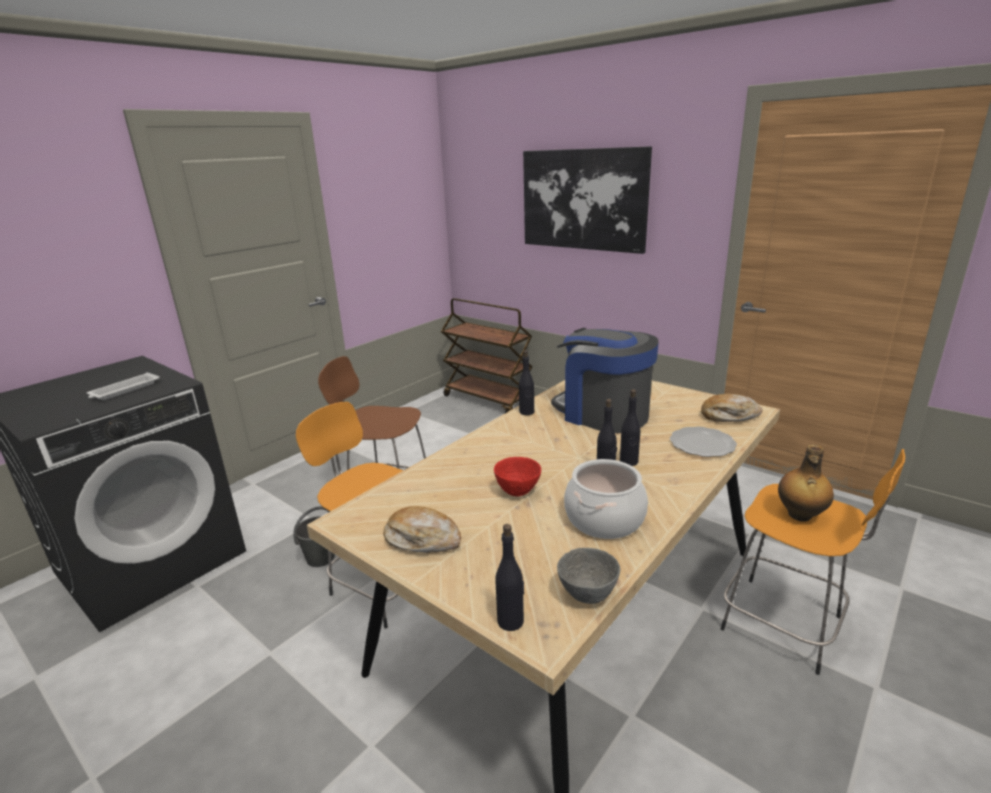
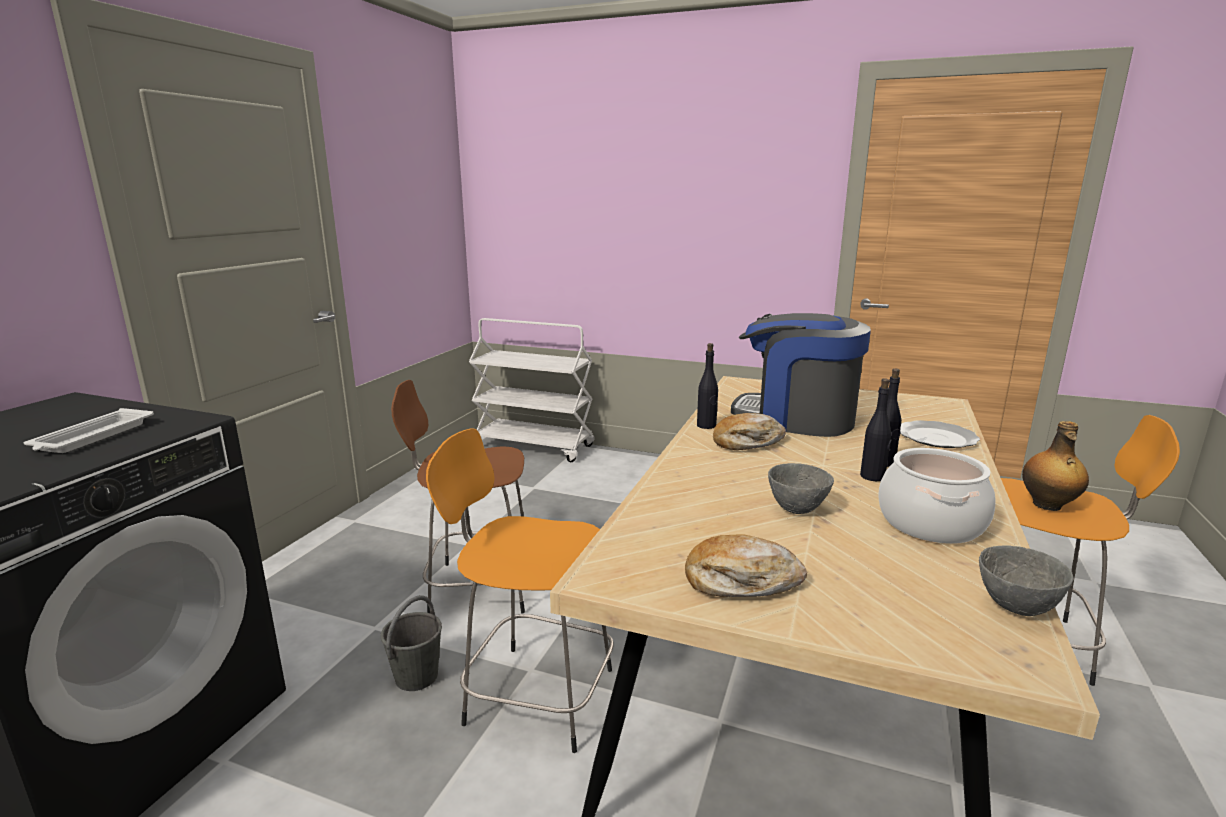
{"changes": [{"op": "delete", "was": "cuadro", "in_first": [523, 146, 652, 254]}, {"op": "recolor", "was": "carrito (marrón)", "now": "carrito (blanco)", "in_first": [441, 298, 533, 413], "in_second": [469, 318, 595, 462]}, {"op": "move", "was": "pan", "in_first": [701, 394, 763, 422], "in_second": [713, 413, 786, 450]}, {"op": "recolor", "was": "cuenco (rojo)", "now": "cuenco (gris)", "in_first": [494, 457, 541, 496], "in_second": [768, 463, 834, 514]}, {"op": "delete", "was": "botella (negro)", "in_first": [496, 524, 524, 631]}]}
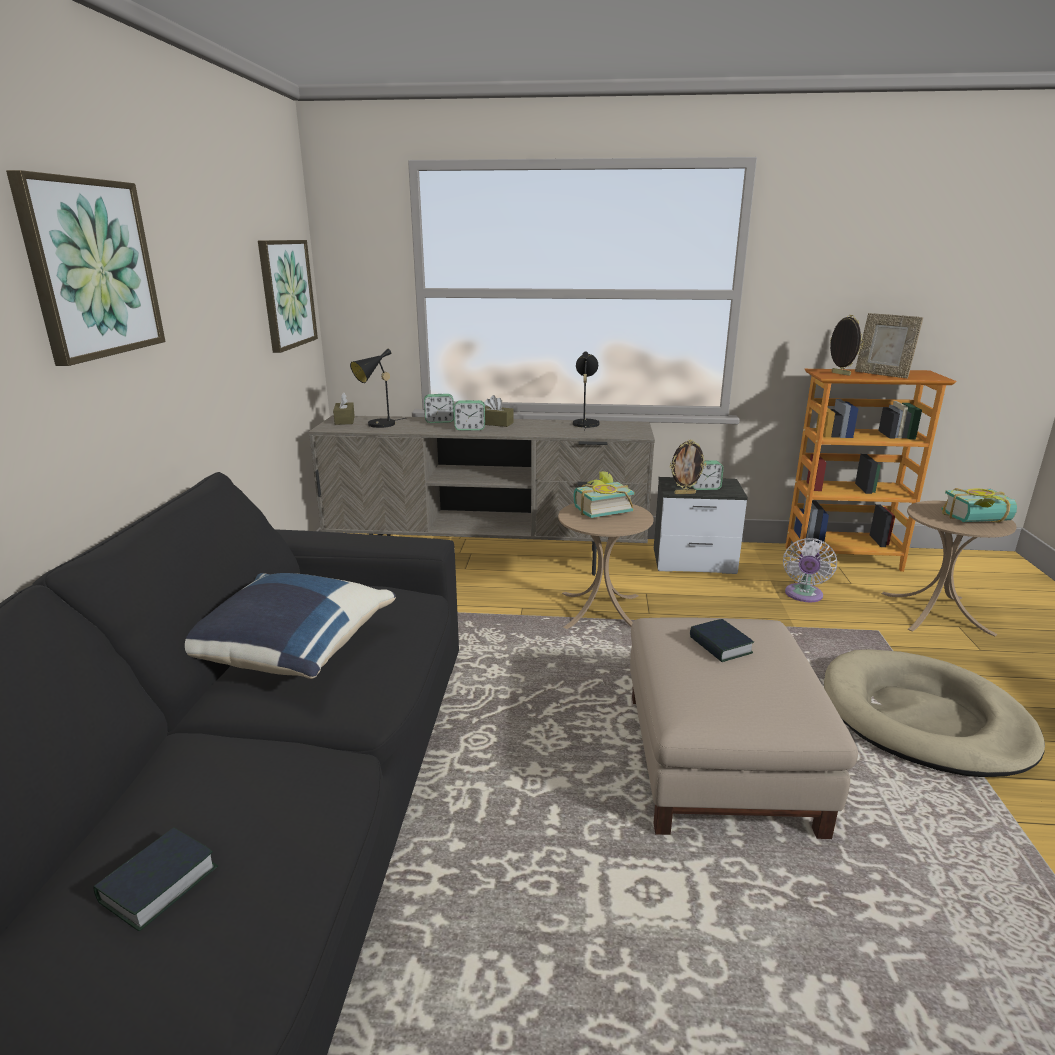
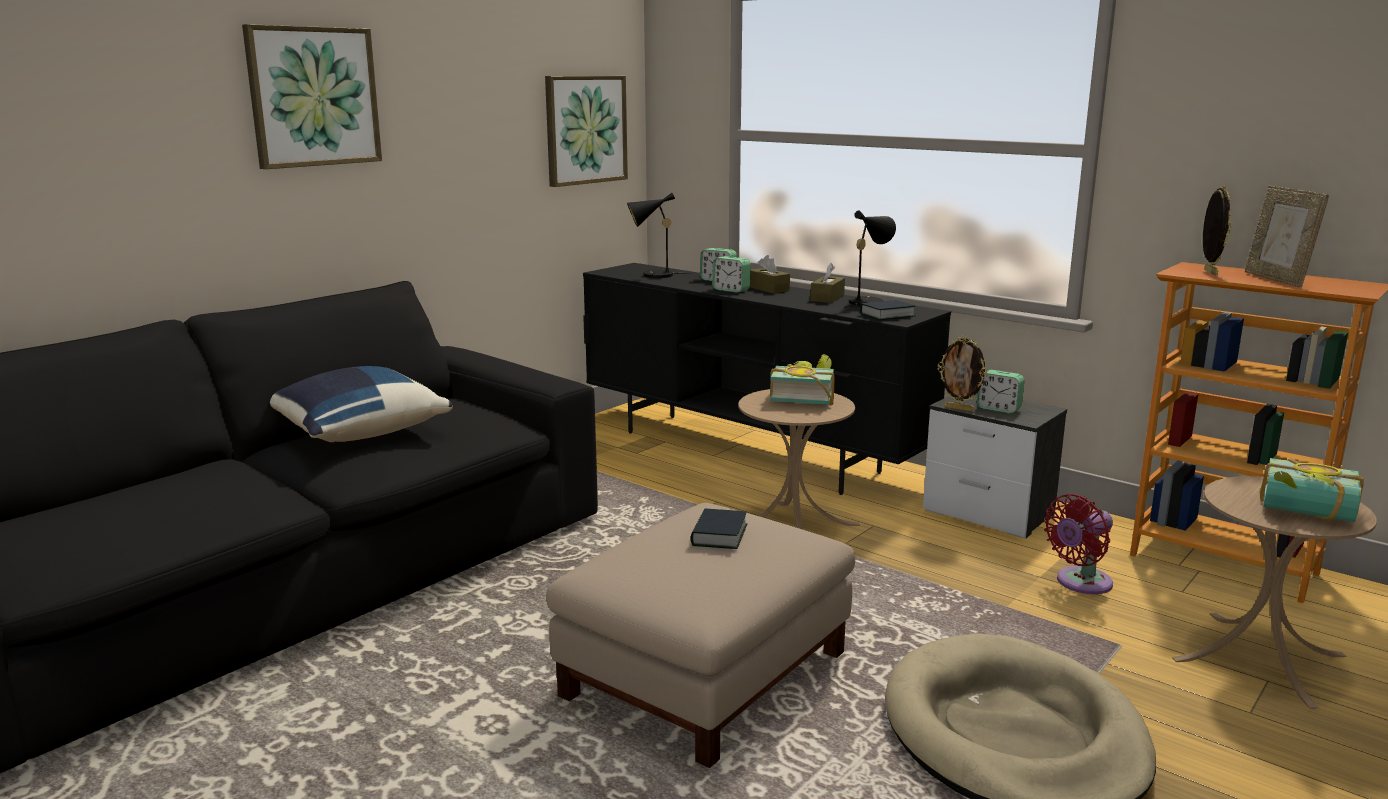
{"changes": [{"op": "move", "was": "caja de pañuelos (marrón)", "in_first": [333, 392, 355, 425], "in_second": [810, 263, 845, 303]}, {"op": "recolor", "was": "mueble de televisión (beis)", "now": "mueble de televisión (negro)", "in_first": [308, 415, 655, 576], "in_second": [583, 263, 951, 495]}, {"op": "recolor", "was": "ventilador (blanco)", "now": "ventilador (rojo)", "in_first": [783, 538, 837, 602], "in_second": [1044, 494, 1113, 594]}, {"op": "move", "was": "libro", "in_first": [93, 827, 218, 931], "in_second": [860, 300, 915, 320]}]}
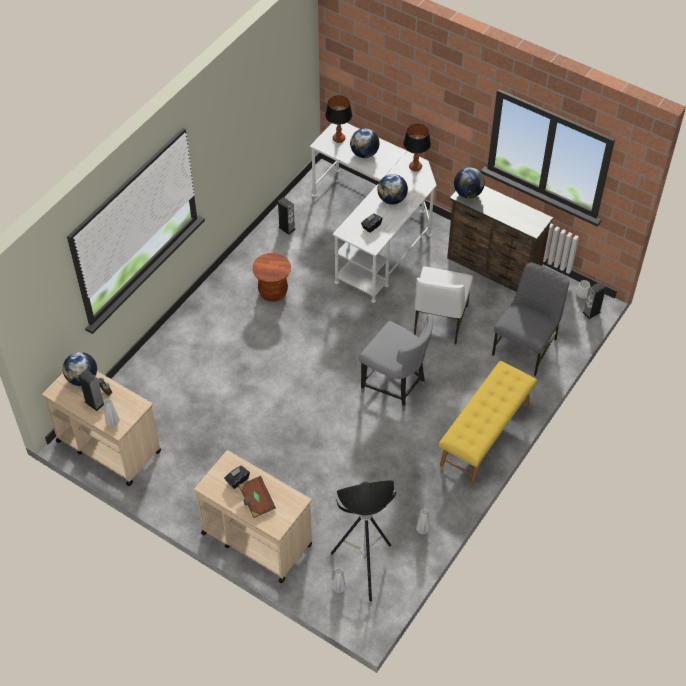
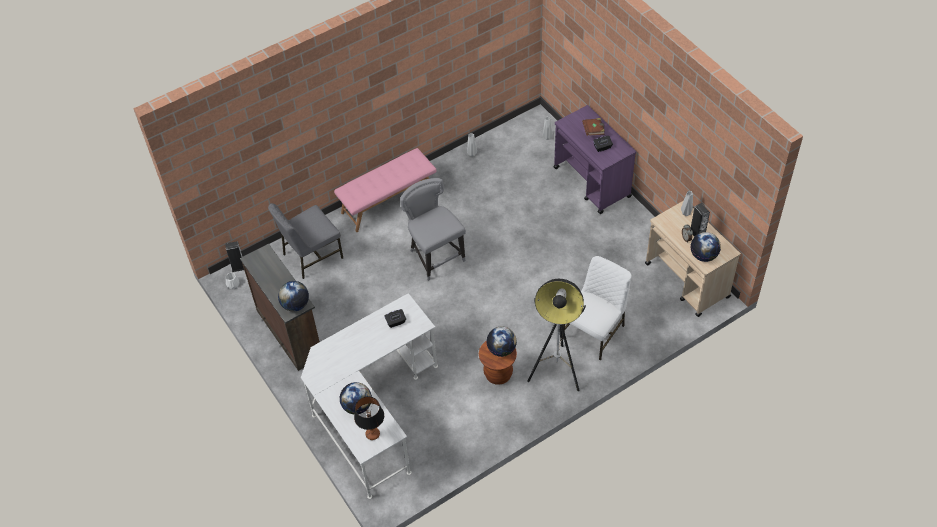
{"changes": [{"op": "delete", "was": "lámpara de mesa", "in_first": [403, 124, 431, 171]}, {"op": "move", "was": "globo terráqueo", "in_first": [377, 174, 408, 205], "in_second": [486, 326, 517, 357]}, {"op": "delete", "was": "altavoz", "in_first": [278, 197, 296, 235]}, {"op": "move", "was": "silla (blanco)", "in_first": [414, 267, 473, 344], "in_second": [562, 256, 632, 361]}, {"op": "recolor", "was": "banco (amarillo)", "now": "banco (rosa)", "in_first": [439, 361, 537, 484], "in_second": [334, 148, 436, 232]}, {"op": "recolor", "was": "carrito (beis)", "now": "carrito (morado)", "in_first": [194, 450, 313, 583], "in_second": [554, 105, 636, 214]}, {"op": "move", "was": "lámpara de pie", "in_first": [331, 480, 397, 602], "in_second": [527, 279, 586, 391]}]}
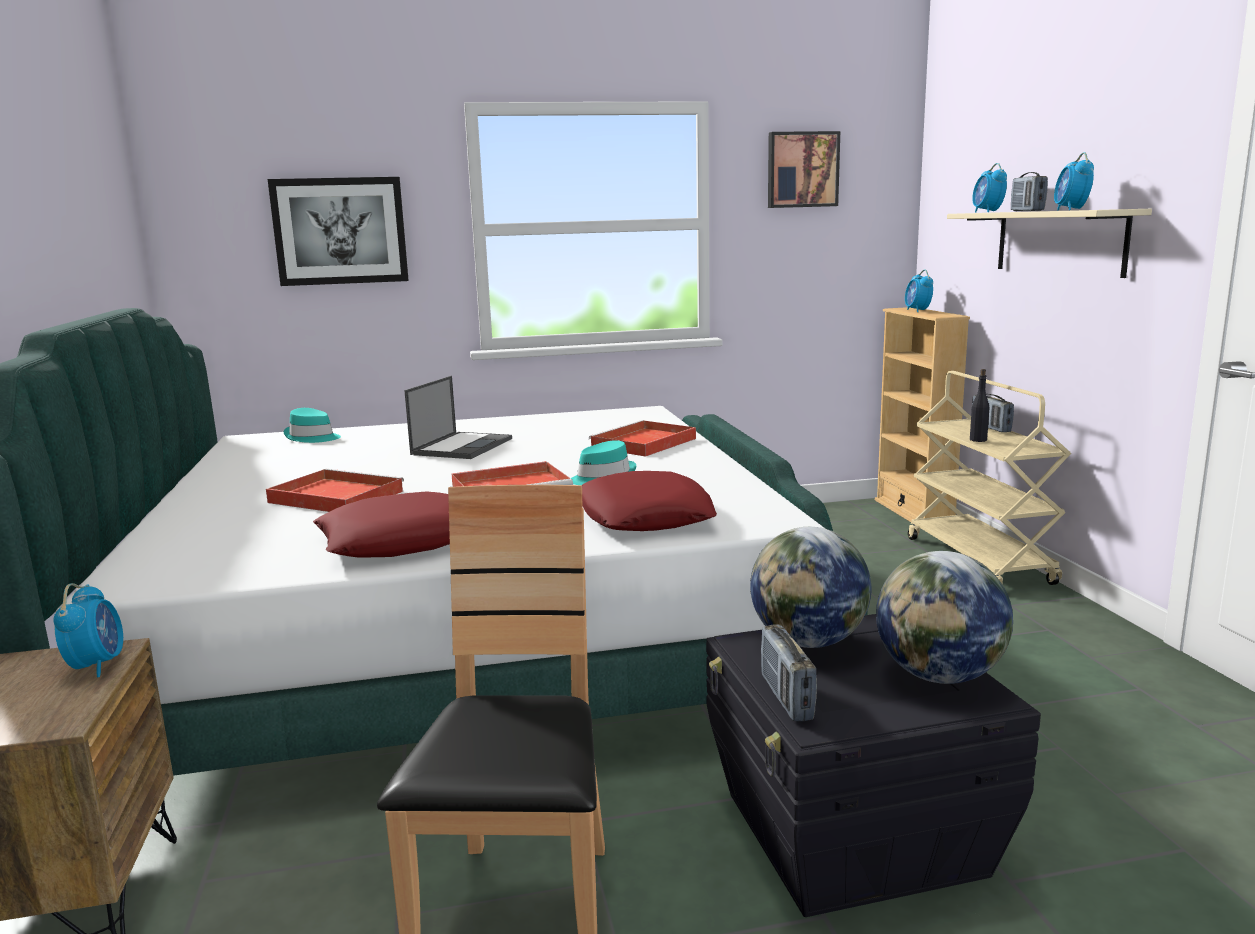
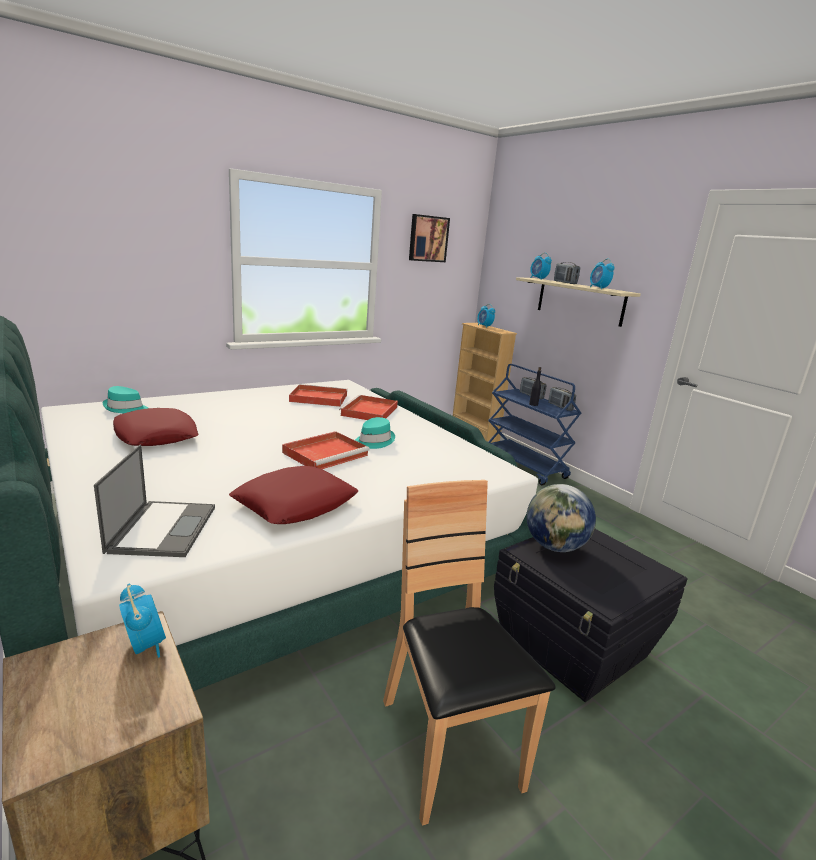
{"changes": [{"op": "delete", "was": "cuadro", "in_first": [268, 177, 409, 286]}, {"op": "recolor", "was": "carrito (beis)", "now": "carrito (azul)", "in_first": [908, 371, 1071, 585], "in_second": [488, 364, 581, 485]}, {"op": "move", "was": "portátil", "in_first": [404, 376, 512, 459], "in_second": [94, 445, 215, 557]}, {"op": "move", "was": "bandeja (rojo)", "in_first": [266, 469, 404, 512], "in_second": [289, 384, 347, 407]}, {"op": "move", "was": "cojín (rojo)", "in_first": [582, 471, 717, 531], "in_second": [113, 408, 199, 446]}, {"op": "delete", "was": "globo terráqueo", "in_first": [876, 551, 1013, 684]}, {"op": "move", "was": "radio", "in_first": [761, 624, 817, 721], "in_second": [548, 387, 576, 411]}]}
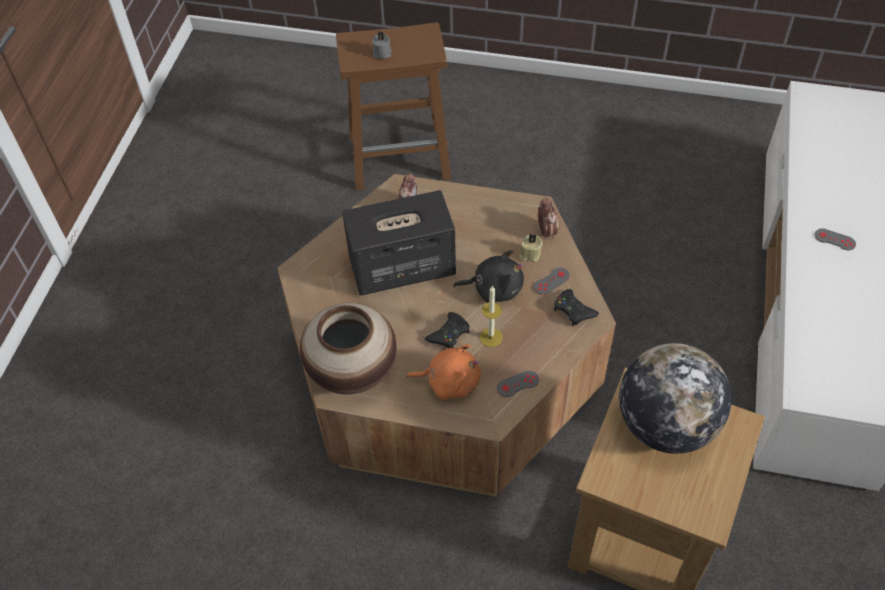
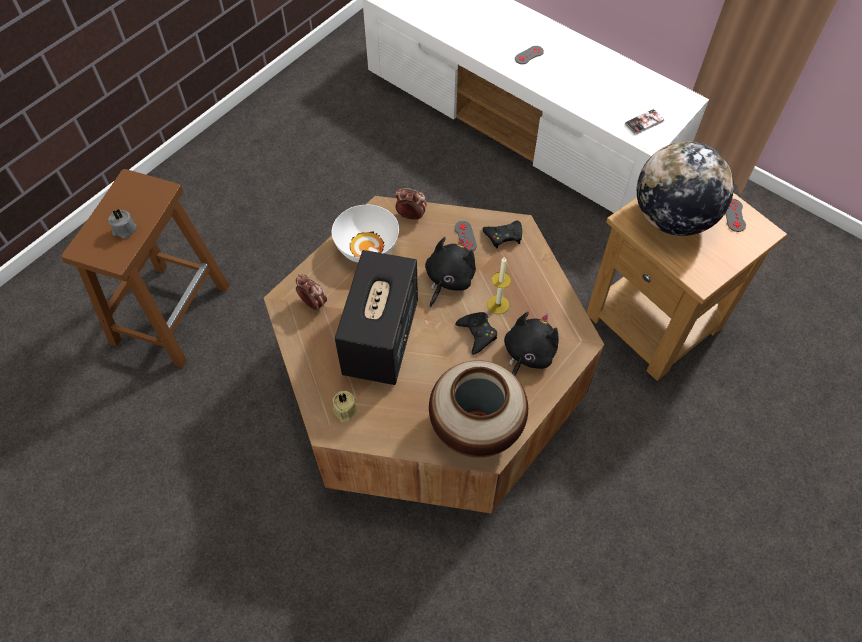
{"changes": [{"op": "move", "was": "vela (beis)", "in_first": [519, 234, 543, 262], "in_second": [333, 391, 357, 423]}, {"op": "recolor", "was": "peluche (naranja)", "now": "peluche (negro)", "in_first": [406, 344, 481, 400], "in_second": [504, 312, 559, 376]}, {"op": "move", "was": "mando de consola (gris)", "in_first": [497, 371, 539, 397], "in_second": [726, 199, 746, 232]}, {"op": "insert", "now": "móvil", "in_second": [625, 109, 664, 135]}, {"op": "insert", "now": "cuenco (blanco)", "in_second": [332, 205, 399, 262]}]}
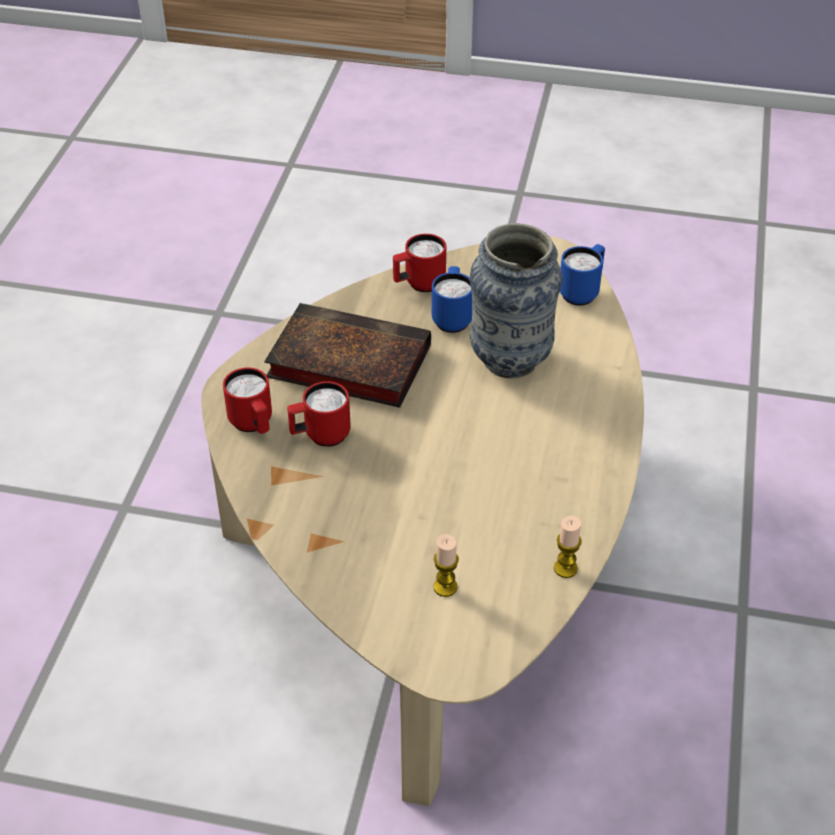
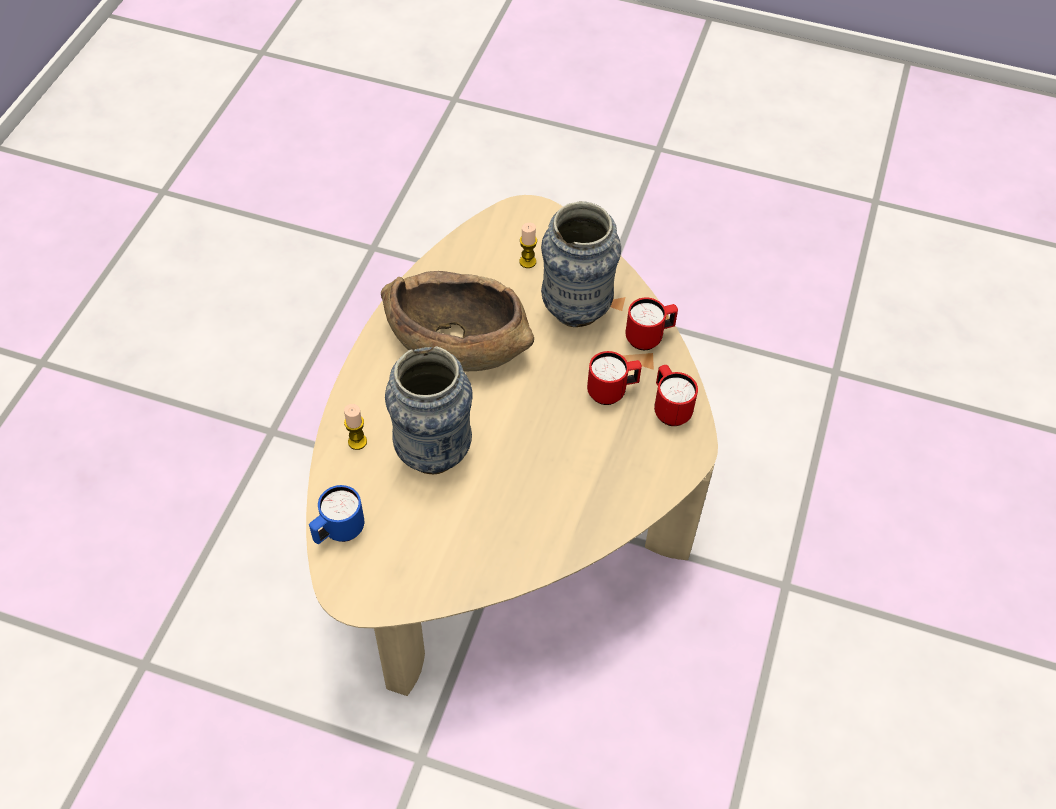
{"changes": [{"op": "move", "was": "taza grande (rojo)", "in_first": [393, 234, 446, 292], "in_second": [625, 298, 678, 350]}, {"op": "delete", "was": "taza grande (azul)", "in_first": [432, 266, 472, 333]}, {"op": "delete", "was": "libro", "in_first": [264, 303, 431, 408]}, {"op": "move", "was": "vela", "in_first": [554, 516, 582, 578], "in_second": [344, 404, 367, 450]}, {"op": "insert", "now": "florero", "in_second": [541, 201, 621, 327]}, {"op": "insert", "now": "cuenco (marrón)", "in_second": [381, 271, 534, 371]}]}
